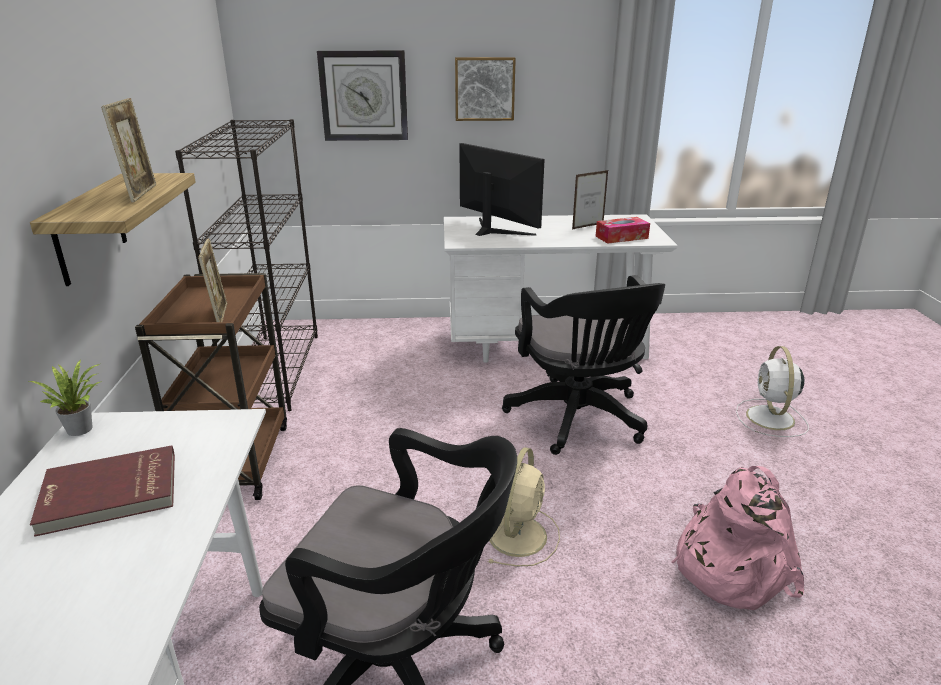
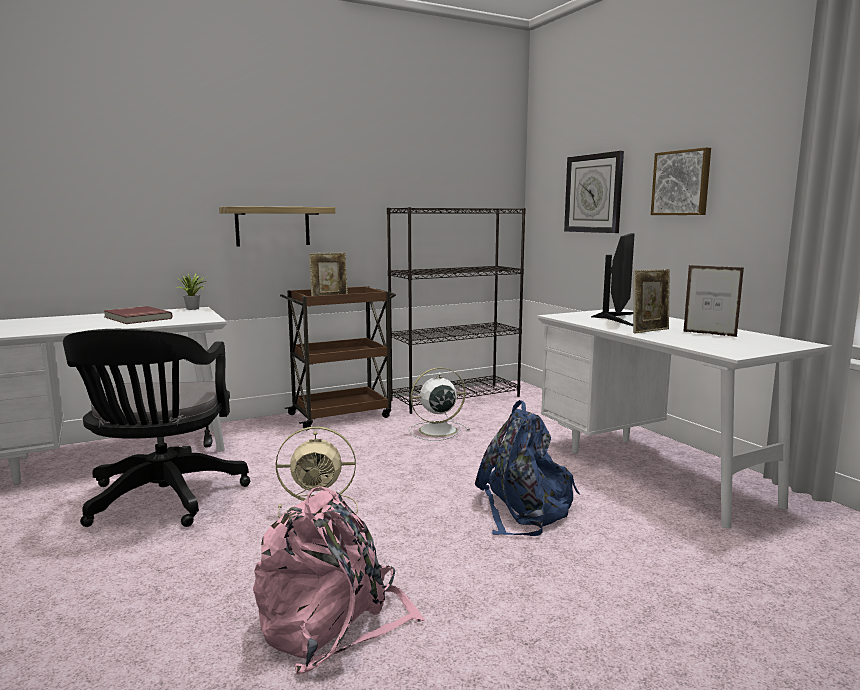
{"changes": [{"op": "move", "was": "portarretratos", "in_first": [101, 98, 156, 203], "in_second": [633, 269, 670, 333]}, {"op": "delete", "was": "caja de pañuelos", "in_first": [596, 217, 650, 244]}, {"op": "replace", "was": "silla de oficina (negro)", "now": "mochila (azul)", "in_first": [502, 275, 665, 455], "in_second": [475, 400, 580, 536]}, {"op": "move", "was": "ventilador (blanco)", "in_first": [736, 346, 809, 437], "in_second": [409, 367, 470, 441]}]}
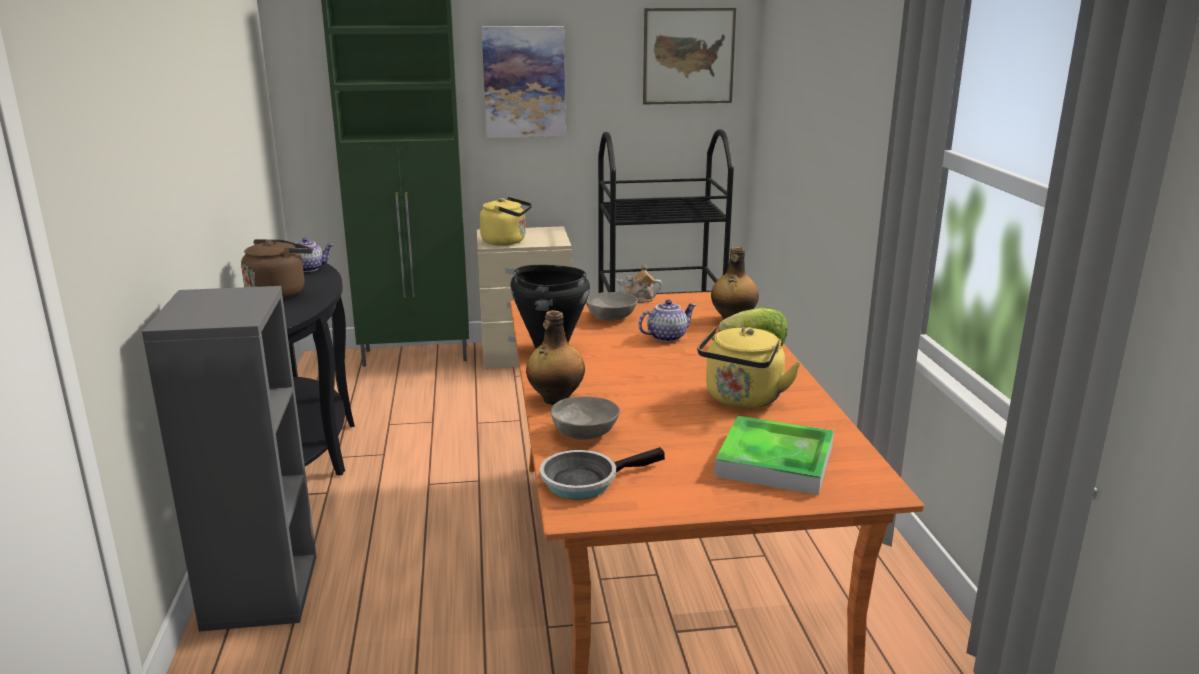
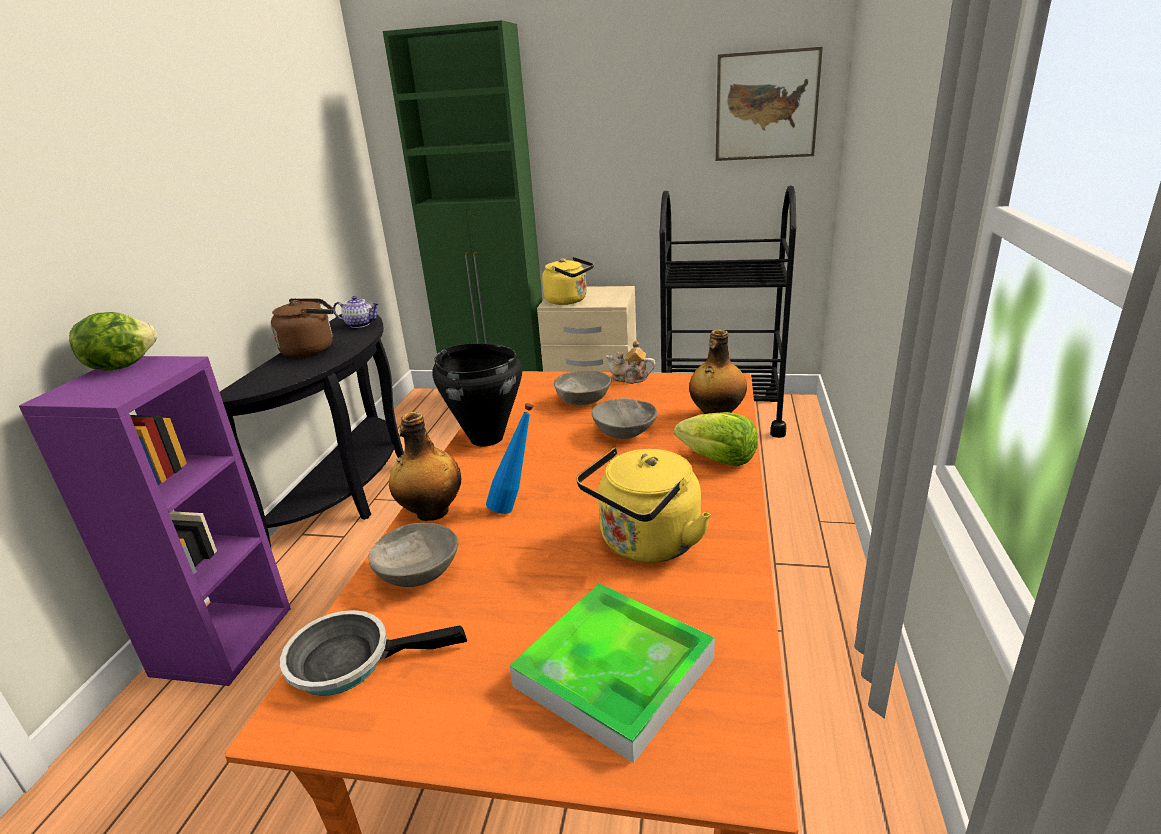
{"changes": [{"op": "delete", "was": "cuadro", "in_first": [482, 26, 566, 138]}, {"op": "recolor", "was": "estantería (gris)", "now": "estantería (morado)", "in_first": [142, 286, 316, 631], "in_second": [19, 356, 291, 686]}, {"op": "replace", "was": "tetera", "now": "cuenco (gris)", "in_first": [639, 300, 696, 342], "in_second": [592, 398, 657, 439]}, {"op": "insert", "now": "lechuga", "in_second": [69, 312, 157, 371]}, {"op": "insert", "now": "botella (azul)", "in_second": [486, 403, 533, 514]}]}
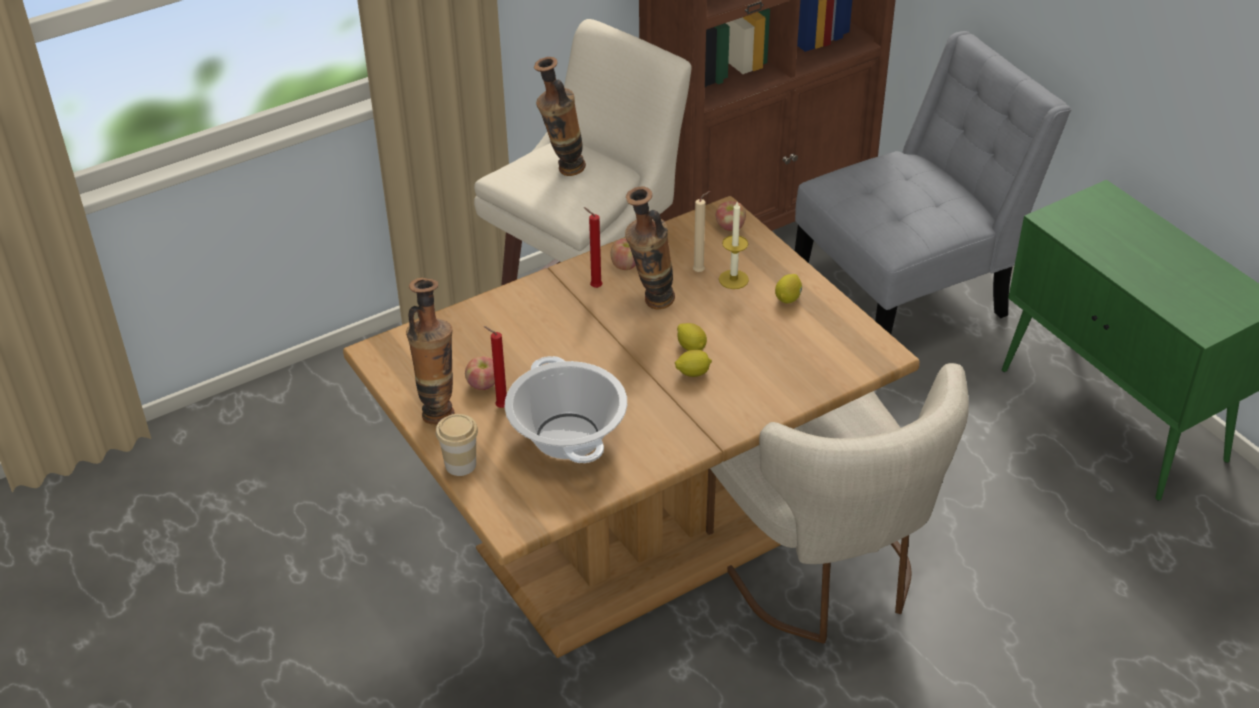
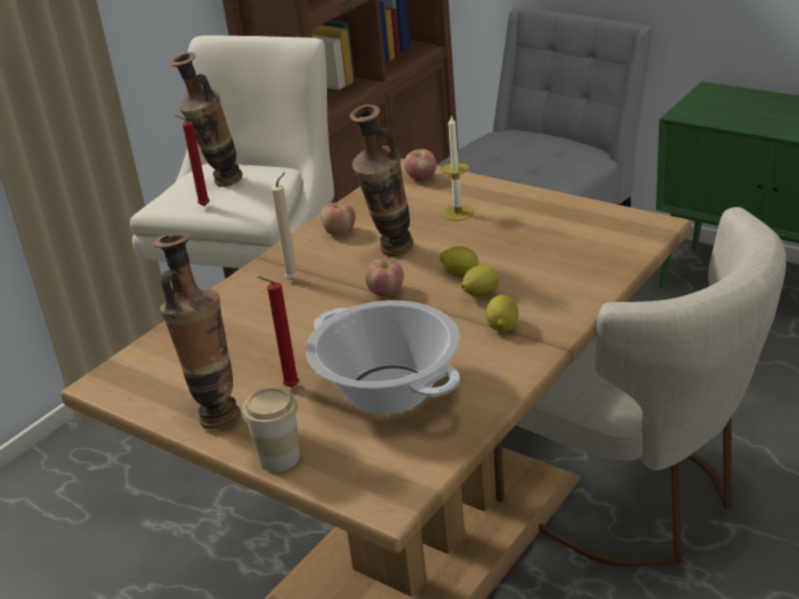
{"changes": [{"op": "move", "was": "vela (beis)", "in_first": [693, 191, 710, 272], "in_second": [271, 172, 299, 280]}, {"op": "move", "was": "vela (rojo)", "in_first": [584, 207, 602, 288], "in_second": [175, 115, 210, 206]}, {"op": "move", "was": "limón", "in_first": [775, 274, 802, 303], "in_second": [486, 295, 519, 332]}, {"op": "move", "was": "manzana", "in_first": [465, 356, 495, 390], "in_second": [365, 258, 404, 296]}]}
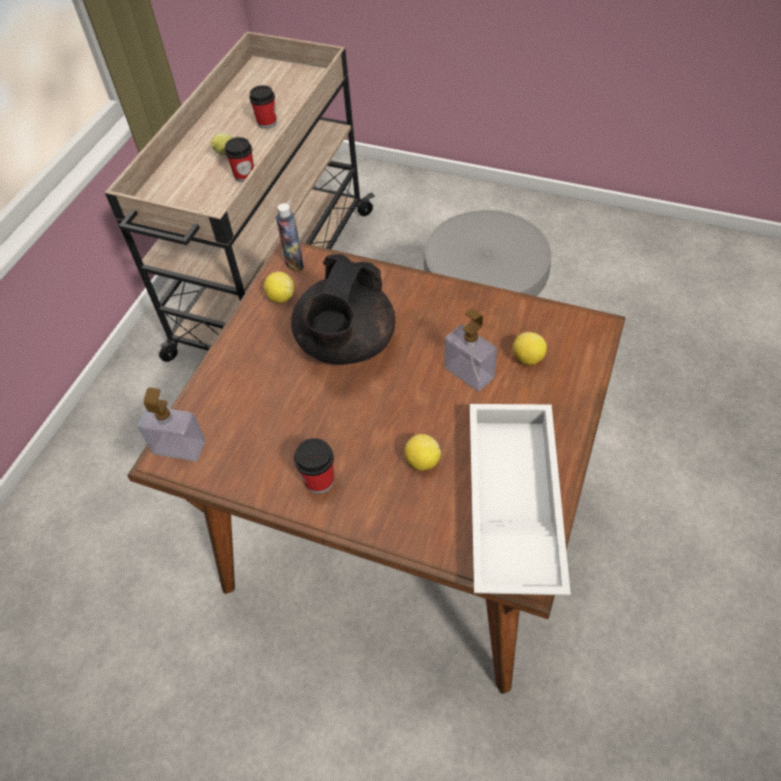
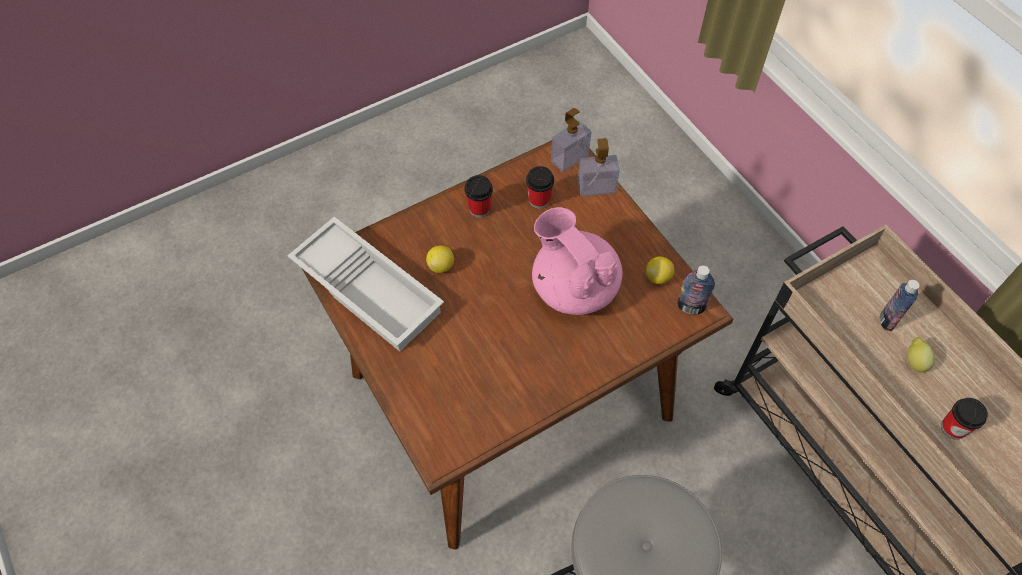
{"changes": [{"op": "move", "was": "taza", "in_first": [225, 137, 254, 182], "in_second": [526, 166, 554, 209]}, {"op": "recolor", "was": "tetera (negro)", "now": "tetera (rosa)", "in_first": [291, 254, 395, 365], "in_second": [532, 207, 622, 315]}, {"op": "move", "was": "dispensador de jabón", "in_first": [444, 309, 497, 392], "in_second": [578, 138, 620, 196]}, {"op": "delete", "was": "limón", "in_first": [513, 332, 547, 365]}, {"op": "insert", "now": "botella", "in_second": [880, 280, 920, 331]}]}
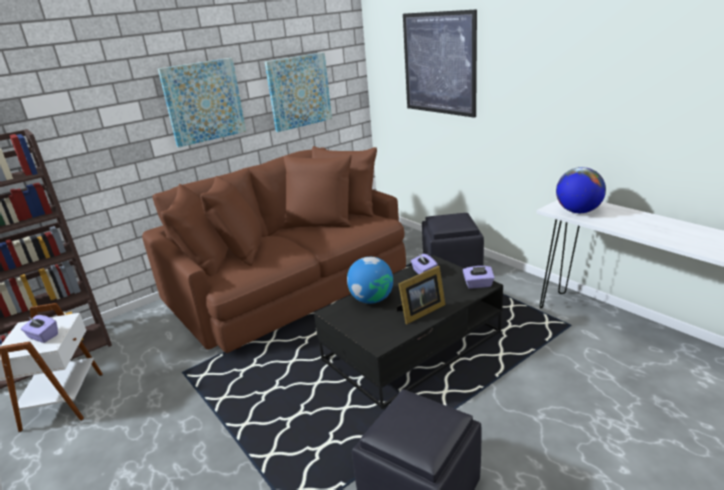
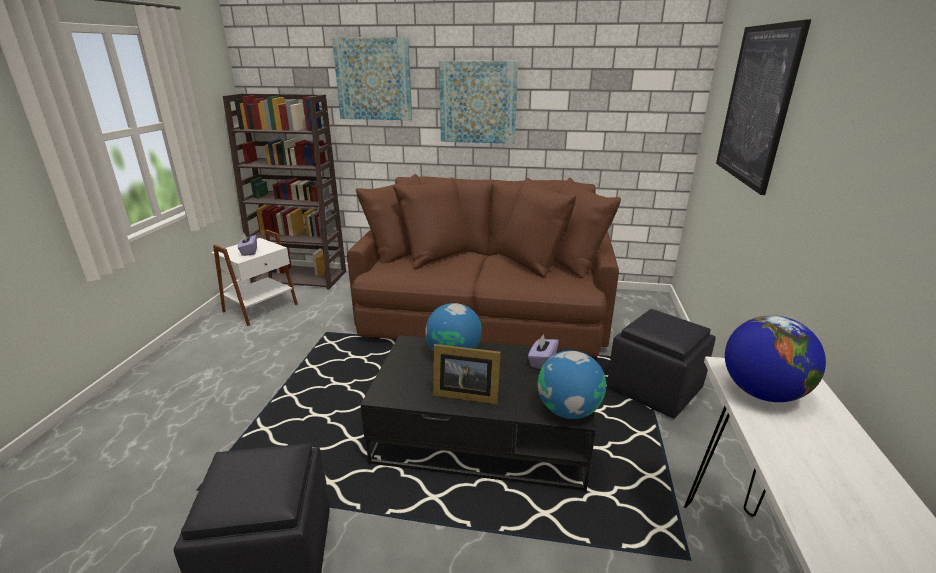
{"changes": [{"op": "move", "was": "cuadro", "in_first": [265, 52, 332, 132], "in_second": [332, 37, 412, 120]}, {"op": "replace", "was": "caja de pañuelos (morado)", "now": "globo terráqueo", "in_first": [463, 266, 495, 288], "in_second": [538, 351, 606, 419]}]}
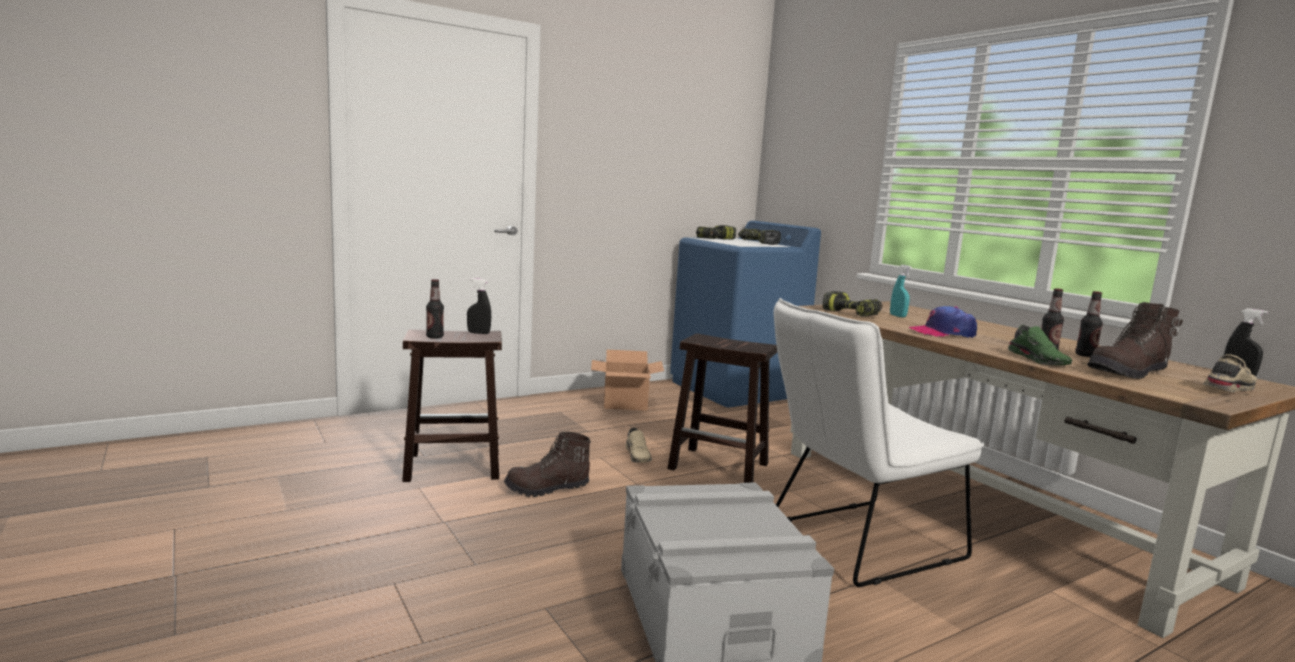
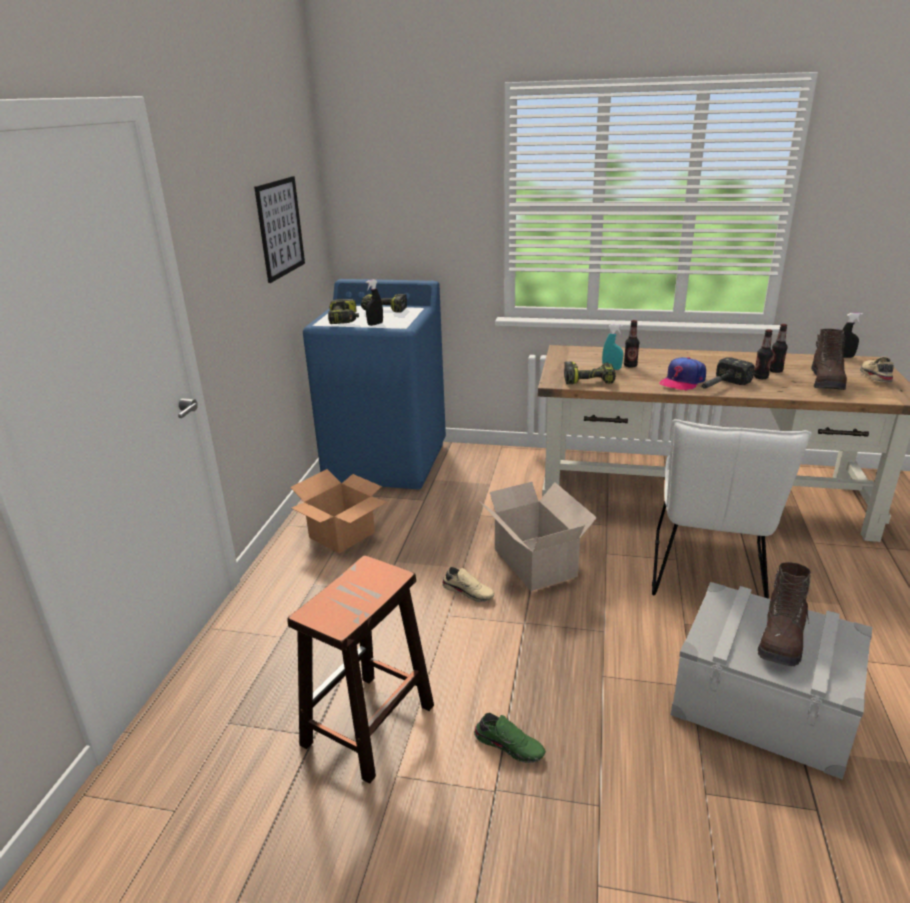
{"changes": [{"op": "move", "was": "pulverizador (negro)", "in_first": [467, 278, 491, 334], "in_second": [365, 279, 383, 326]}, {"op": "move", "was": "botella", "in_first": [426, 279, 444, 339], "in_second": [624, 320, 639, 368]}, {"op": "move", "was": "zapato (verde)", "in_first": [1008, 325, 1072, 365], "in_second": [474, 713, 546, 763]}, {"op": "replace", "was": "taburete (marrón)", "now": "caja de cartón", "in_first": [667, 334, 777, 483], "in_second": [479, 482, 597, 591]}, {"op": "move", "was": "bota (marrón)", "in_first": [504, 432, 591, 497], "in_second": [758, 562, 811, 666]}, {"op": "insert", "now": "cuadro", "in_second": [254, 176, 305, 283]}, {"op": "insert", "now": "martillo", "in_second": [700, 357, 755, 389]}]}
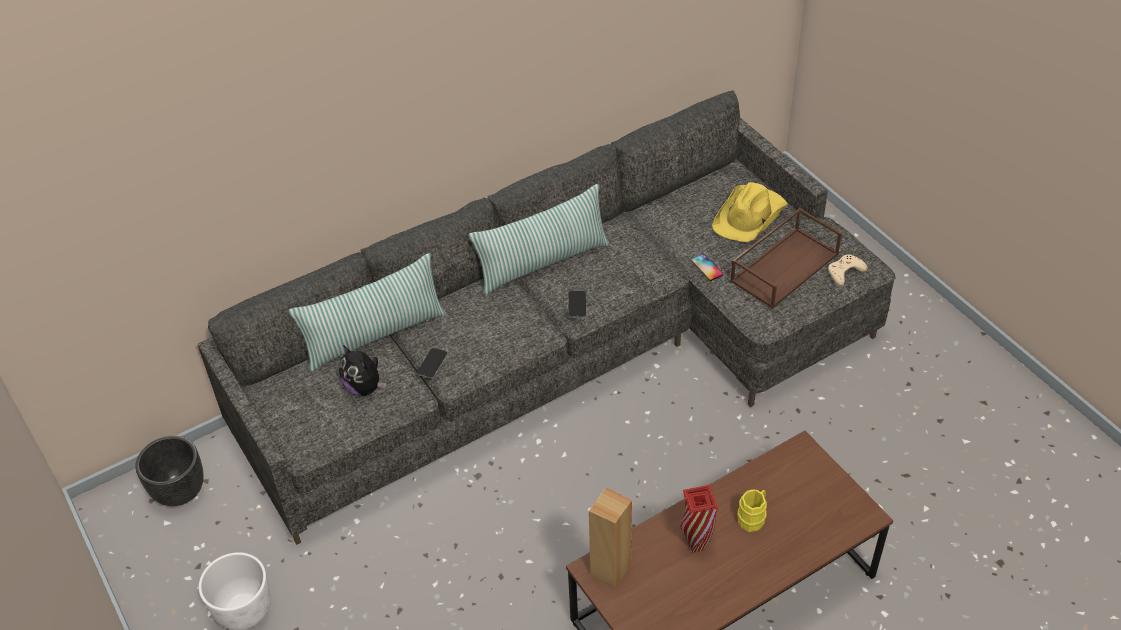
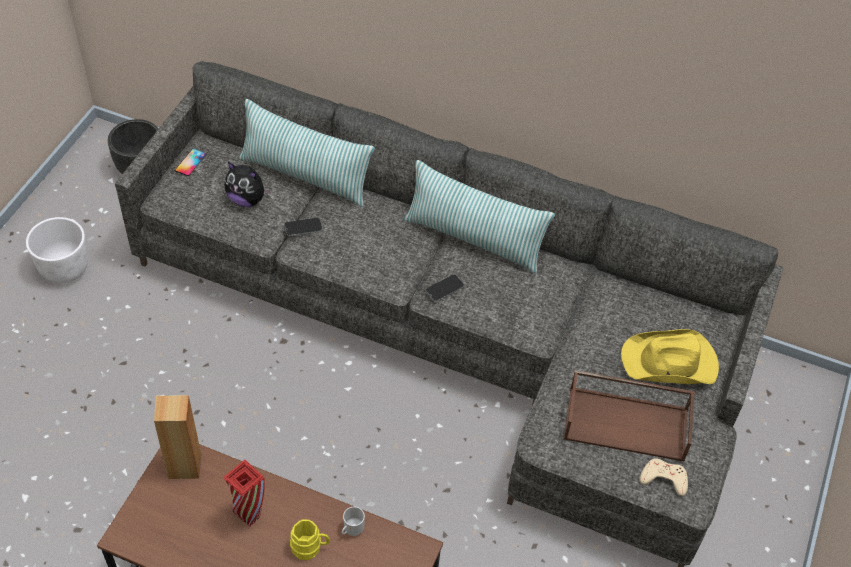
{"changes": [{"op": "move", "was": "móvil", "in_first": [691, 254, 723, 281], "in_second": [175, 148, 206, 176]}, {"op": "rotate", "was": "peluche", "in_first": [339, 345, 386, 396], "in_second": [225, 162, 271, 207], "clockwise": -75}, {"op": "insert", "now": "taza grande", "in_second": [341, 507, 365, 536]}]}
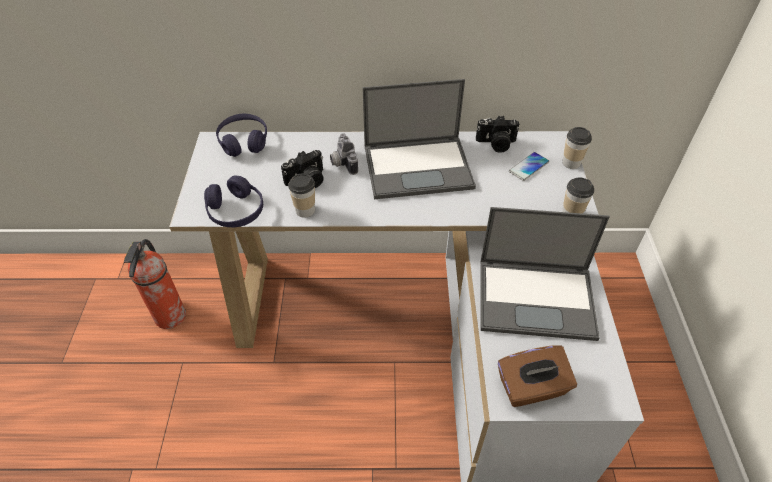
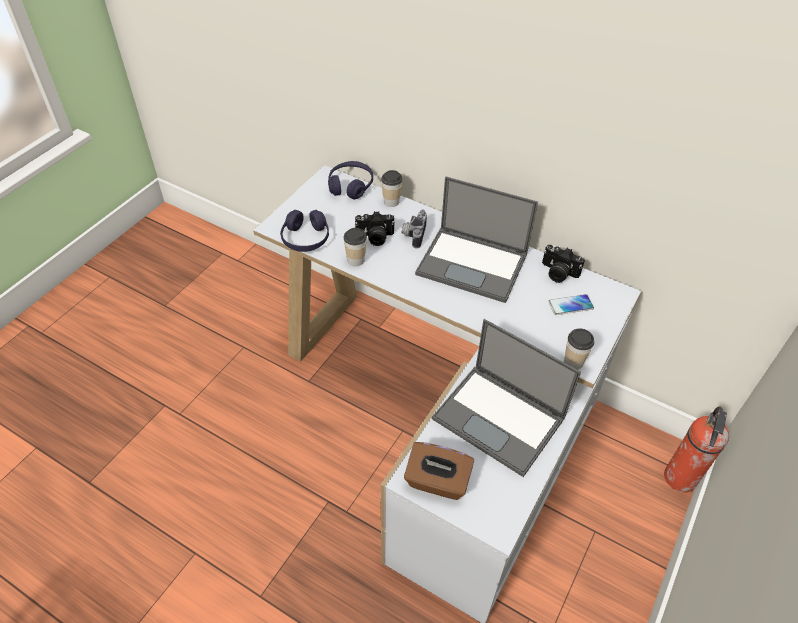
{"changes": [{"op": "move", "was": "taza", "in_first": [562, 127, 592, 169], "in_second": [381, 170, 403, 207]}, {"op": "move", "was": "extintor", "in_first": [124, 239, 186, 329], "in_second": [664, 407, 729, 492]}]}
